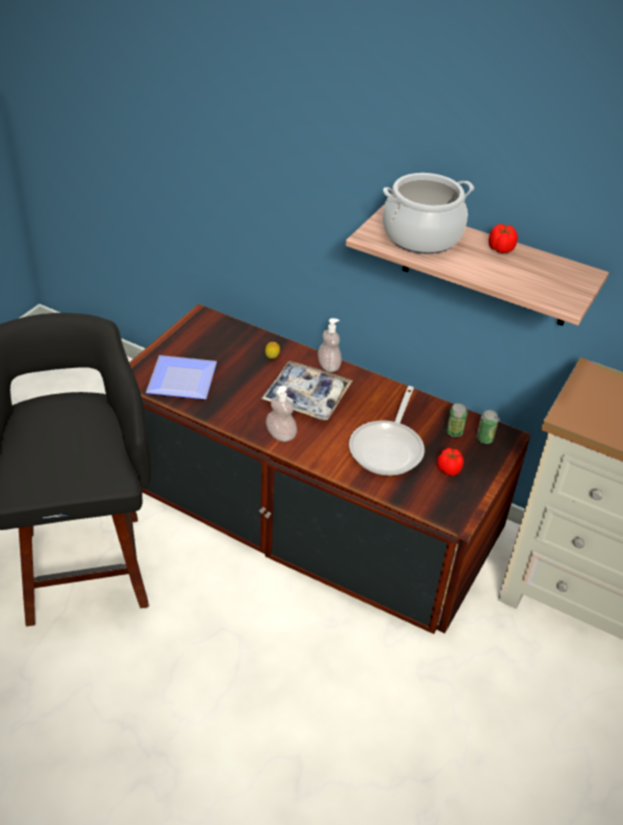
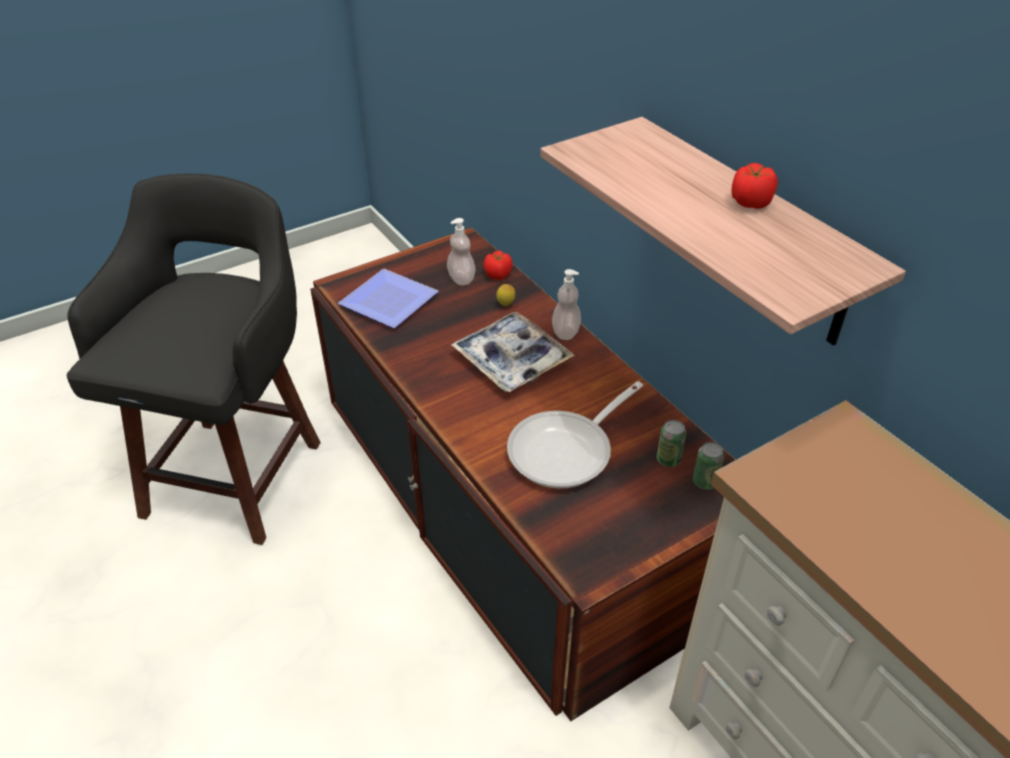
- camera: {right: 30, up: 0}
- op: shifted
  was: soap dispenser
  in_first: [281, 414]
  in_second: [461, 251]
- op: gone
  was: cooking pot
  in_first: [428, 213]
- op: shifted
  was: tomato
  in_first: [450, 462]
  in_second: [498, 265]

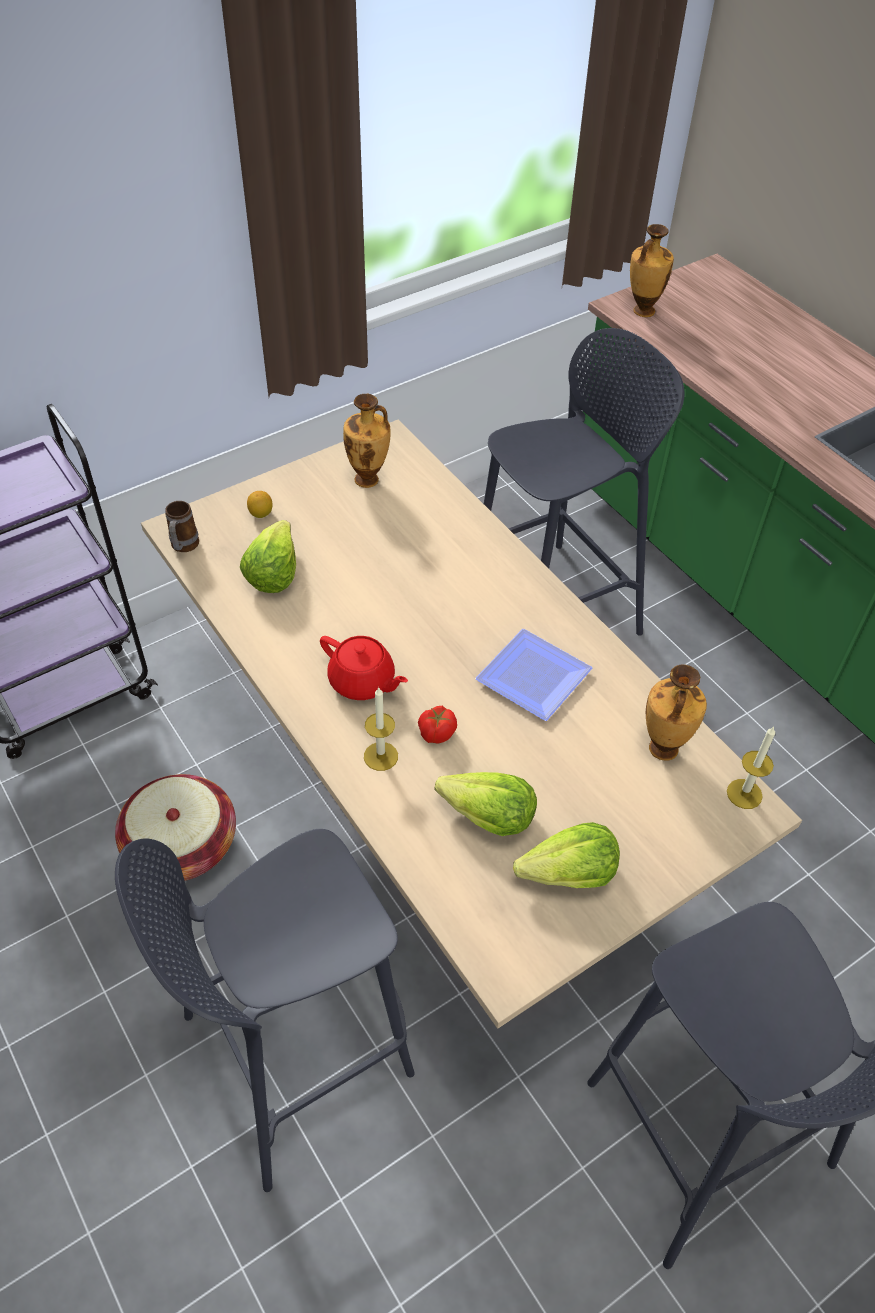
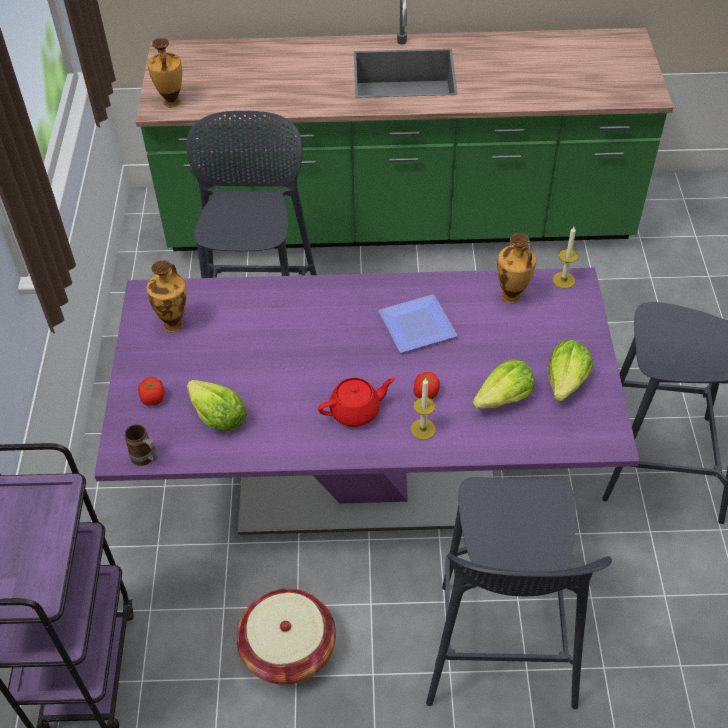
- camera: {right: -55, up: 0}
- op: repainted
  was: beige dining table
  now: purple dining table
  in_first: [471, 724]
  in_second: [366, 401]
- op: swapped
  was: lemon
  now: tomato
  in_first: [260, 504]
  in_second: [151, 391]

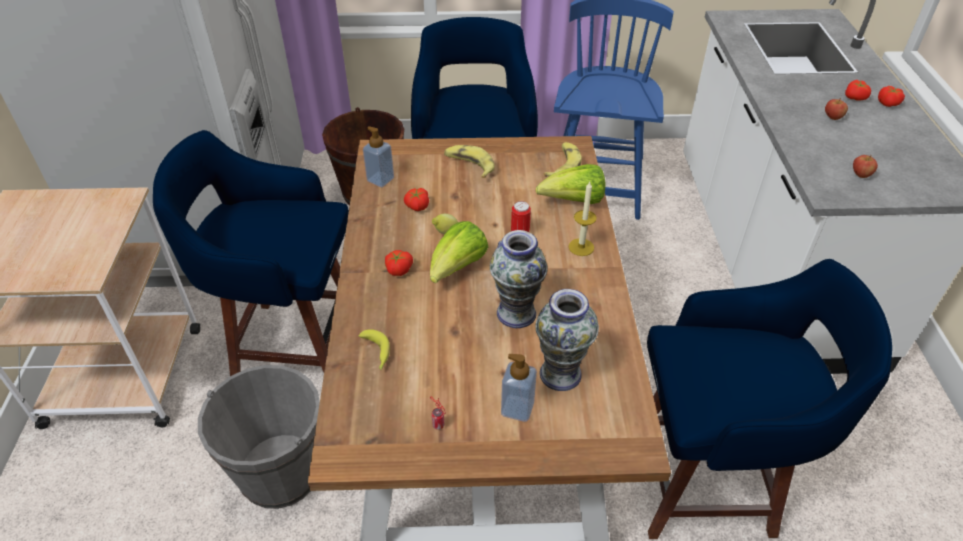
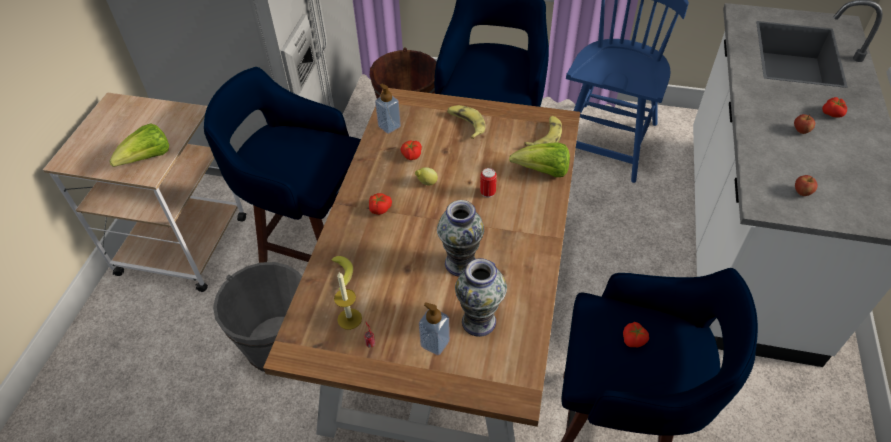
- camera: {right: 15, up: 5}
- op: shifted
  was: lettuce
  in_first: [459, 252]
  in_second: [139, 145]
- op: shifted
  was: candle
  in_first: [583, 219]
  in_second: [348, 301]
- op: shifted
  was: tomato
  in_first: [891, 96]
  in_second: [636, 334]

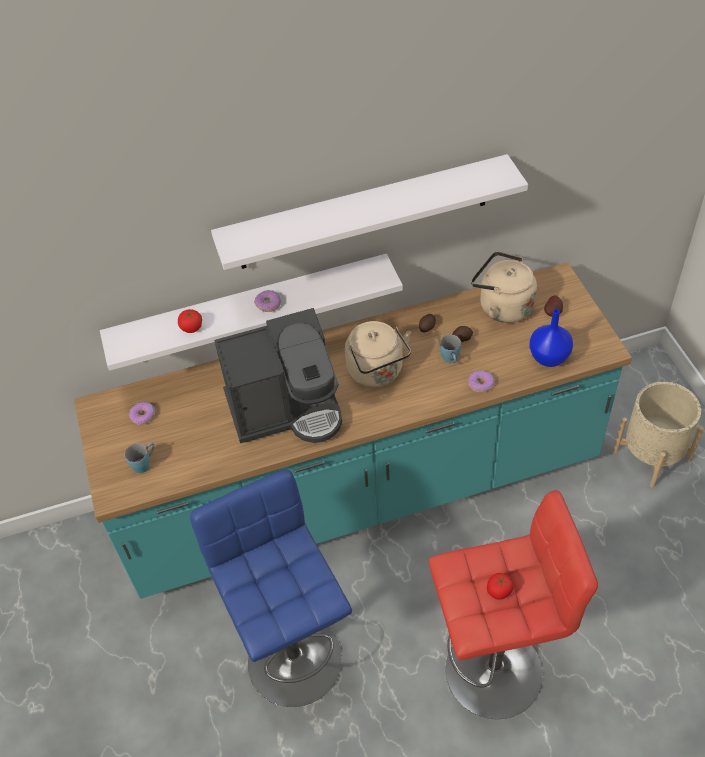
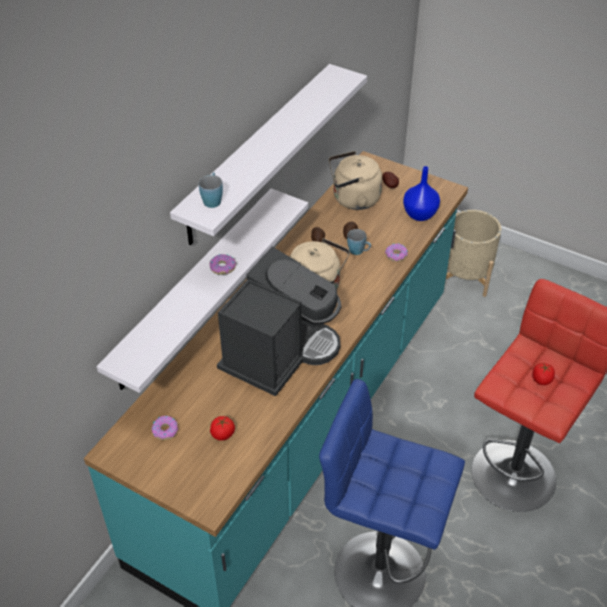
- camera: {right: -45, up: -5}
- op: shifted
  was: blue mug
  in_first: [140, 458]
  in_second: [211, 190]
- op: shifted
  was: tomato
  in_first: [190, 321]
  in_second: [222, 428]

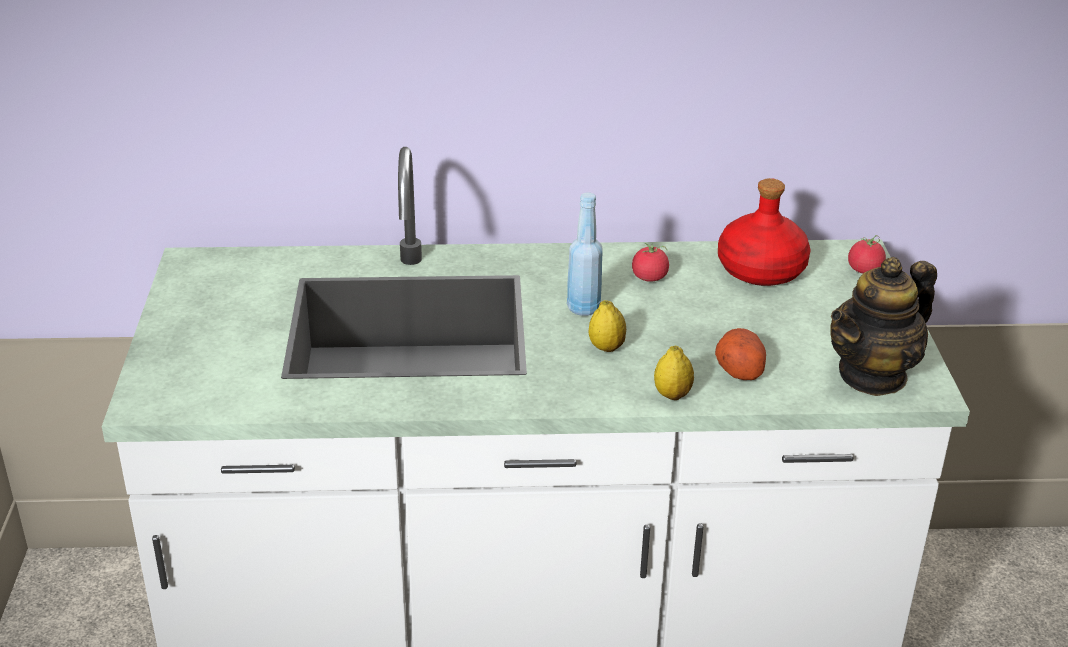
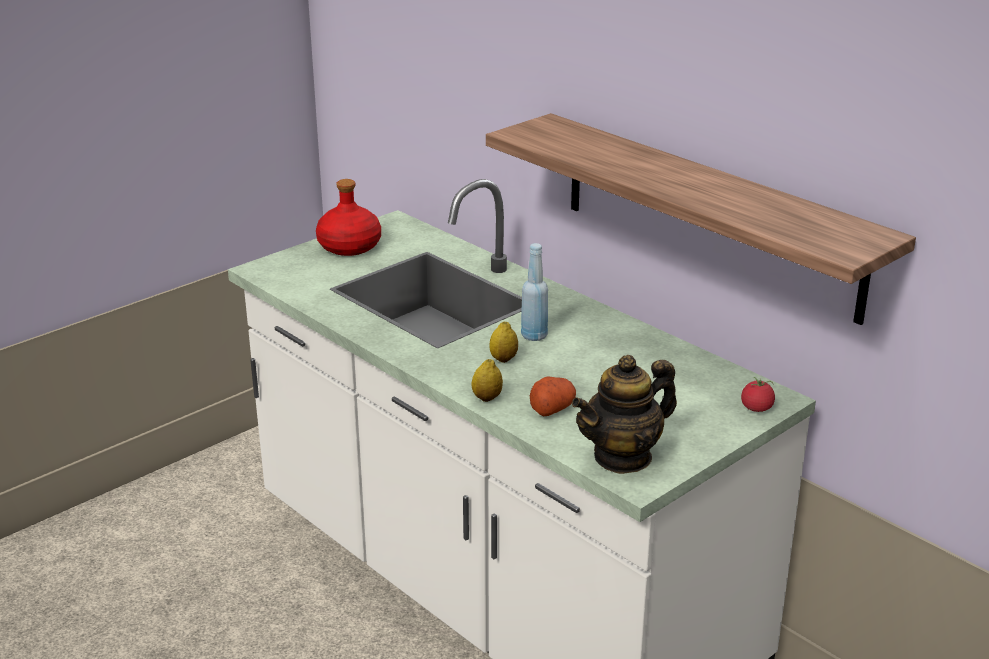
- camera: {right: 50, up: -5}
- op: gone
  was: tomato
  in_first: [650, 262]
- op: shifted
  was: red bottle
  in_first: [764, 232]
  in_second: [348, 217]
- op: rotated
  was: teapot
  in_first: [883, 326]
  in_second: [624, 414]
  clockwise: -45
- op: new
  now: shelf
  in_second: [701, 219]

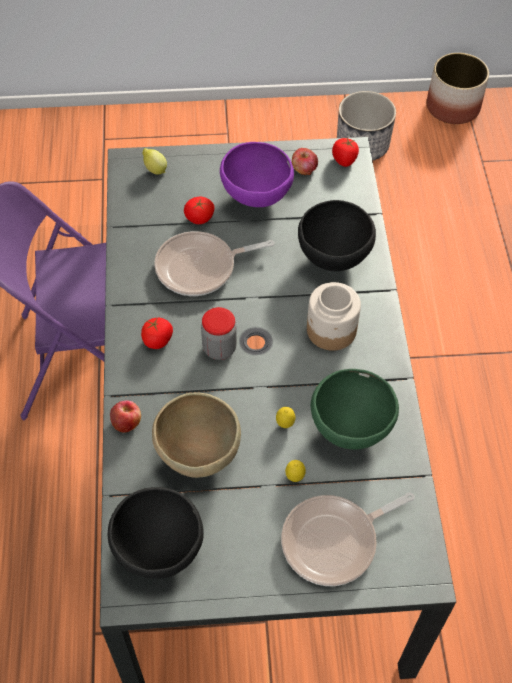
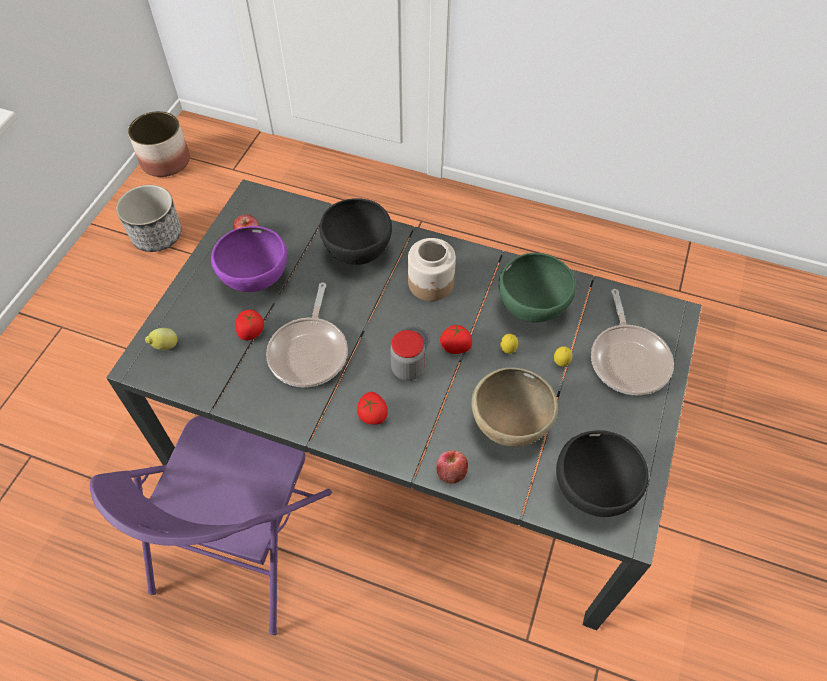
- camera: {right: -65, up: 0}
- op: shifted
  was: tomato
  in_first: [345, 152]
  in_second: [456, 338]

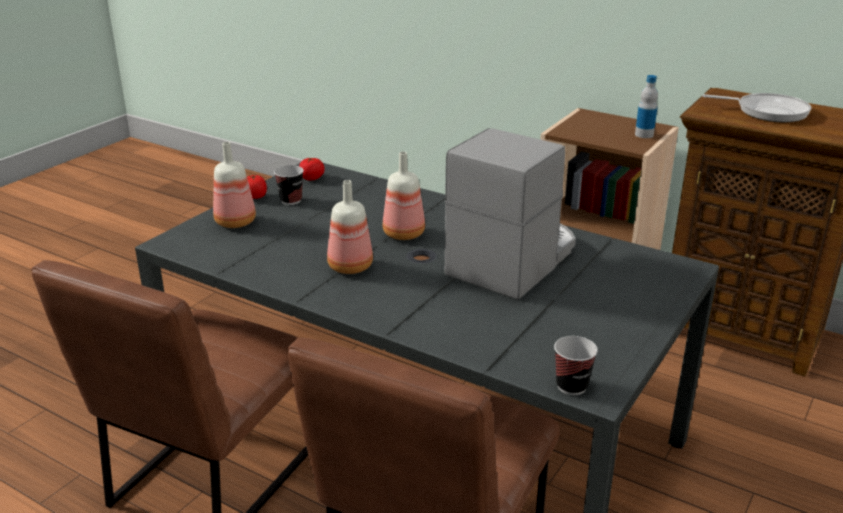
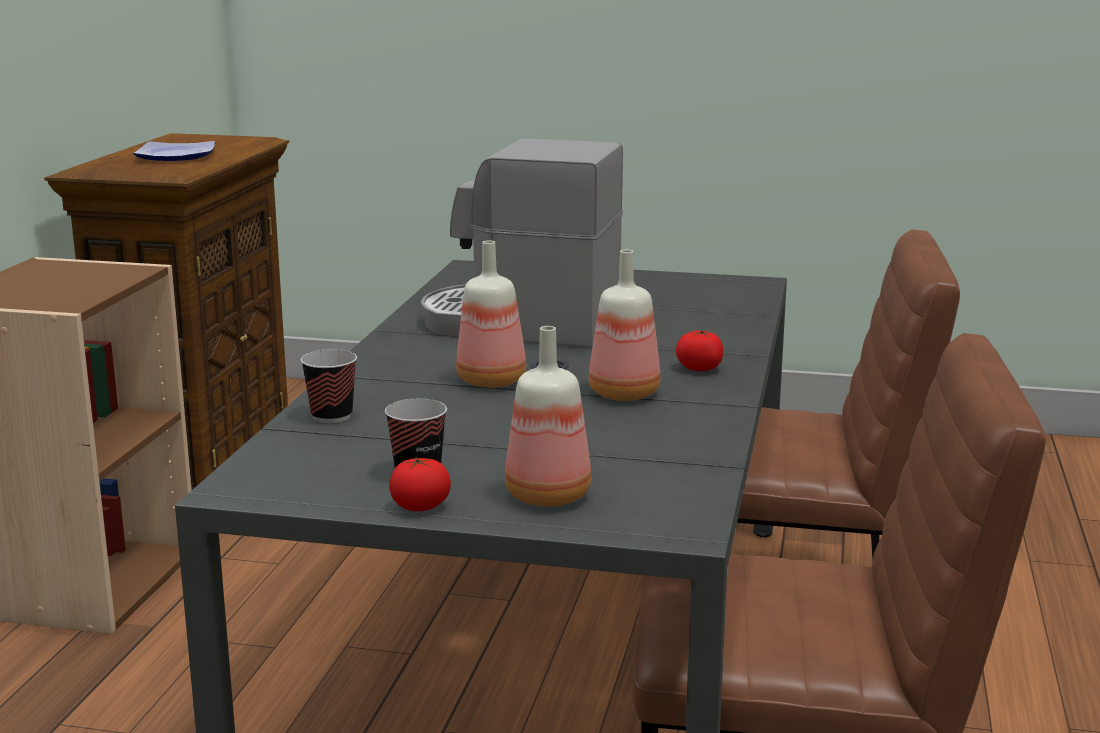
- camera: {right: -110, up: -10}
- op: shifted
  was: tomato
  in_first: [312, 169]
  in_second: [699, 350]
- op: shifted
  was: cup
  in_first: [576, 365]
  in_second: [329, 386]
- op: gone
  was: bottle
  in_first: [646, 106]
- op: swapped
  was: frying pan
  now: plate
  in_first: [756, 107]
  in_second: [174, 151]

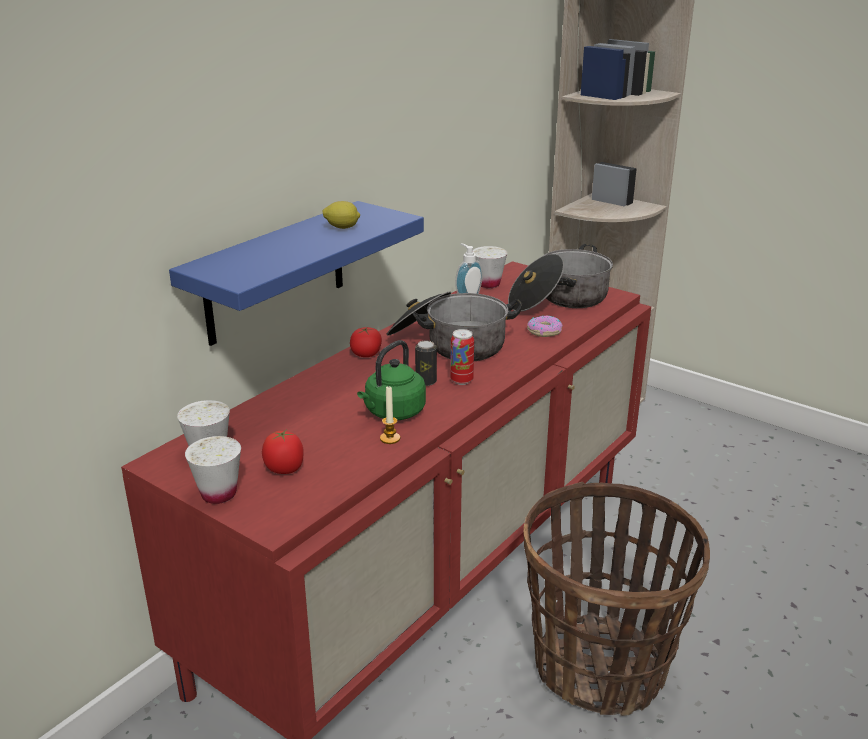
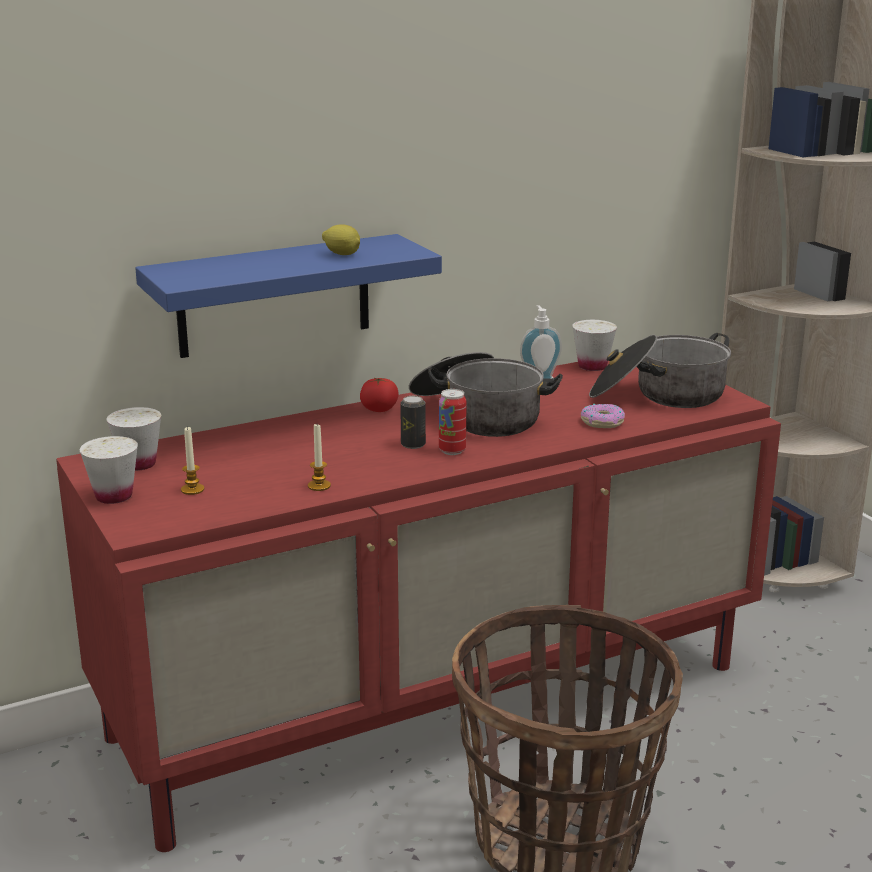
- camera: {right: 25, up: -5}
- op: swapped
  was: tomato
  now: candle
  in_first: [282, 451]
  in_second: [192, 460]
- op: gone
  was: green kettle
  in_first: [391, 380]

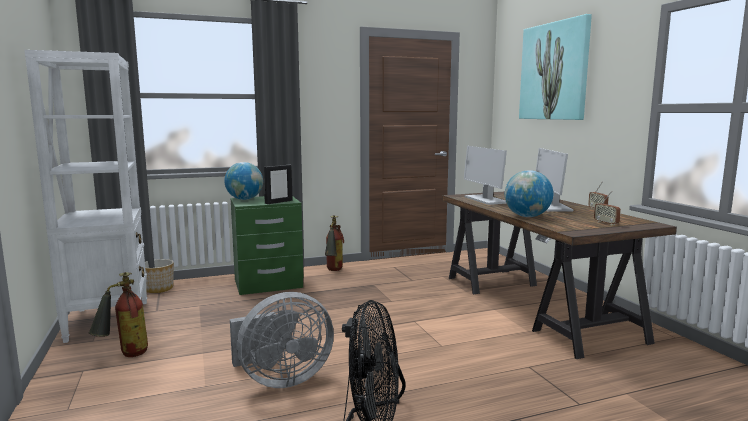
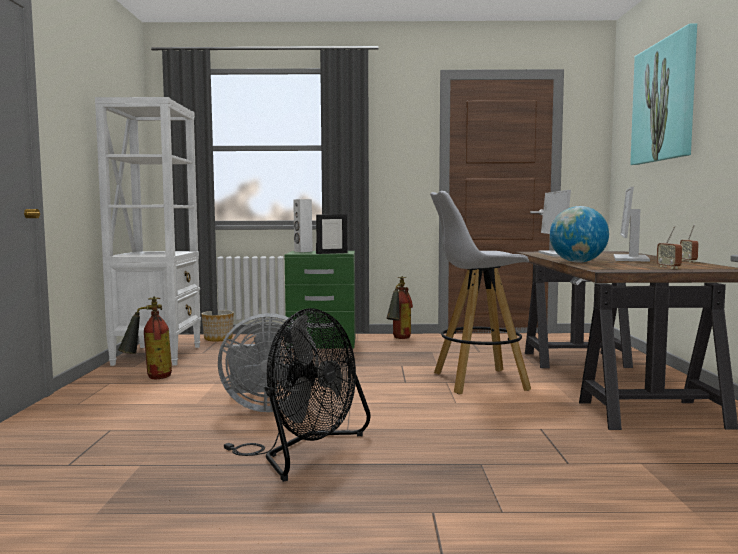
- camera: {right: 20, up: -5}
- op: swapped
  was: globe
  now: white speaker
  in_first: [243, 181]
  in_second: [303, 225]
- op: new
  now: white stool
  in_second: [480, 292]

